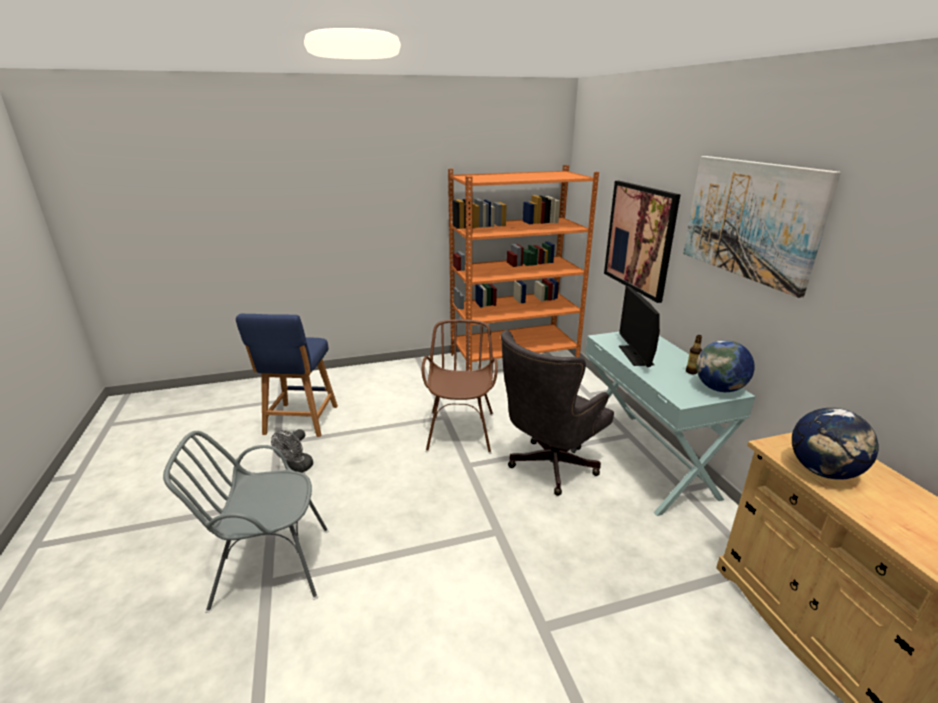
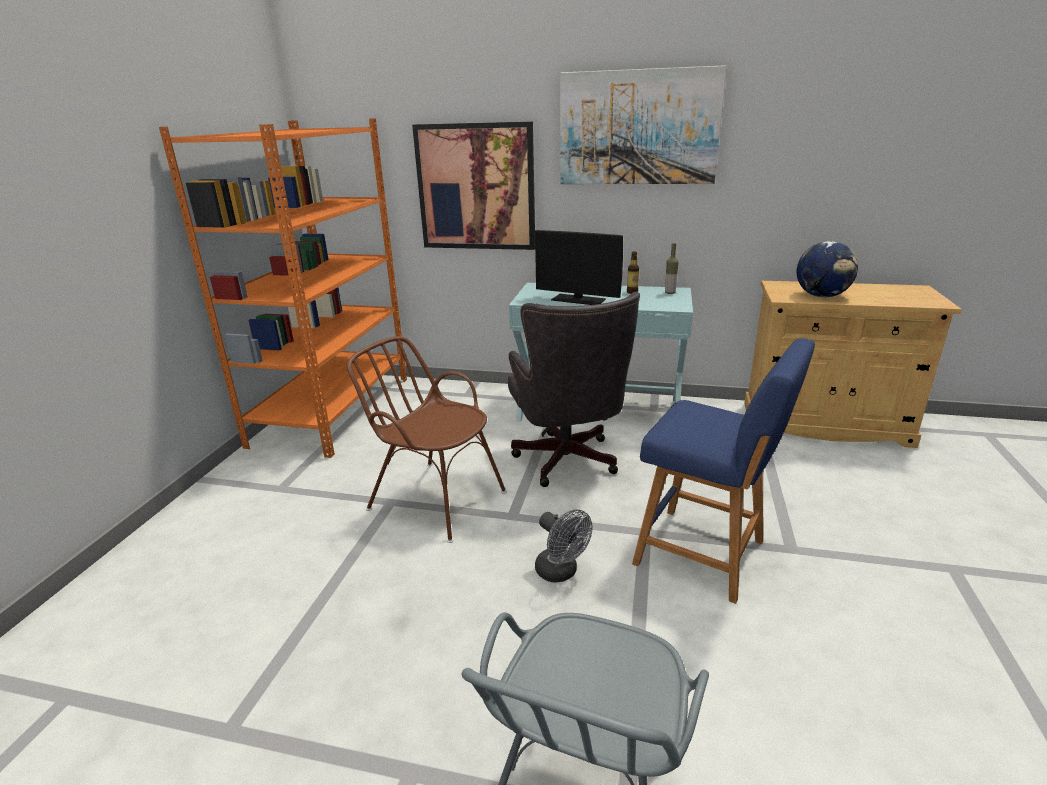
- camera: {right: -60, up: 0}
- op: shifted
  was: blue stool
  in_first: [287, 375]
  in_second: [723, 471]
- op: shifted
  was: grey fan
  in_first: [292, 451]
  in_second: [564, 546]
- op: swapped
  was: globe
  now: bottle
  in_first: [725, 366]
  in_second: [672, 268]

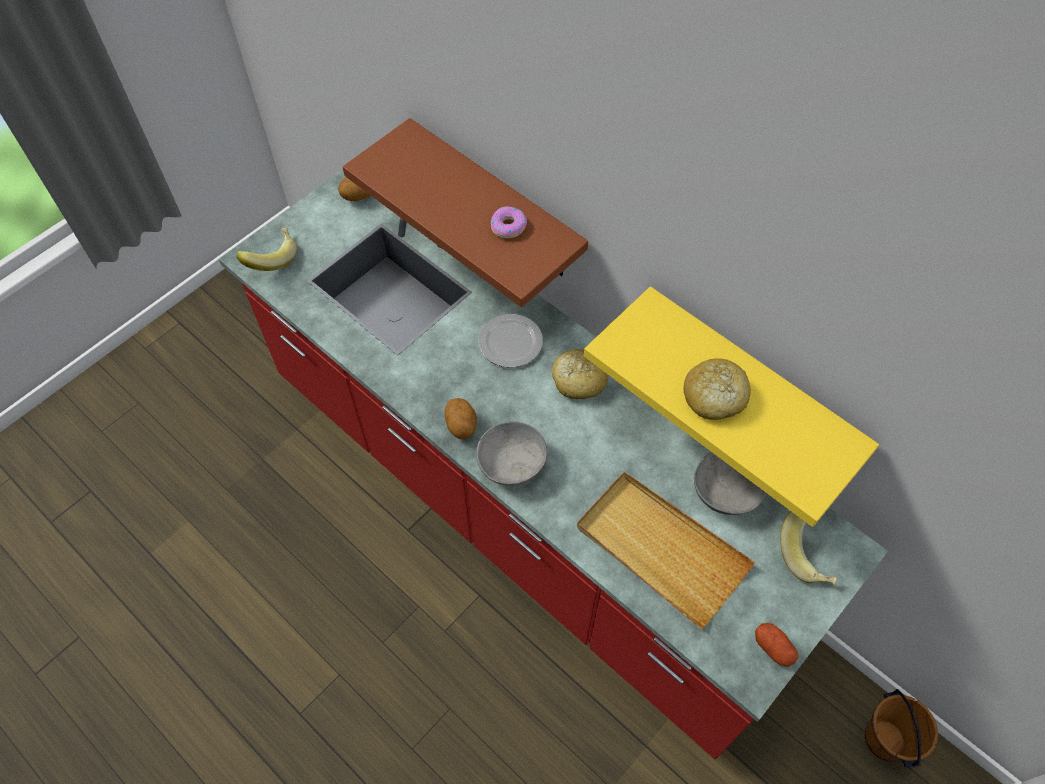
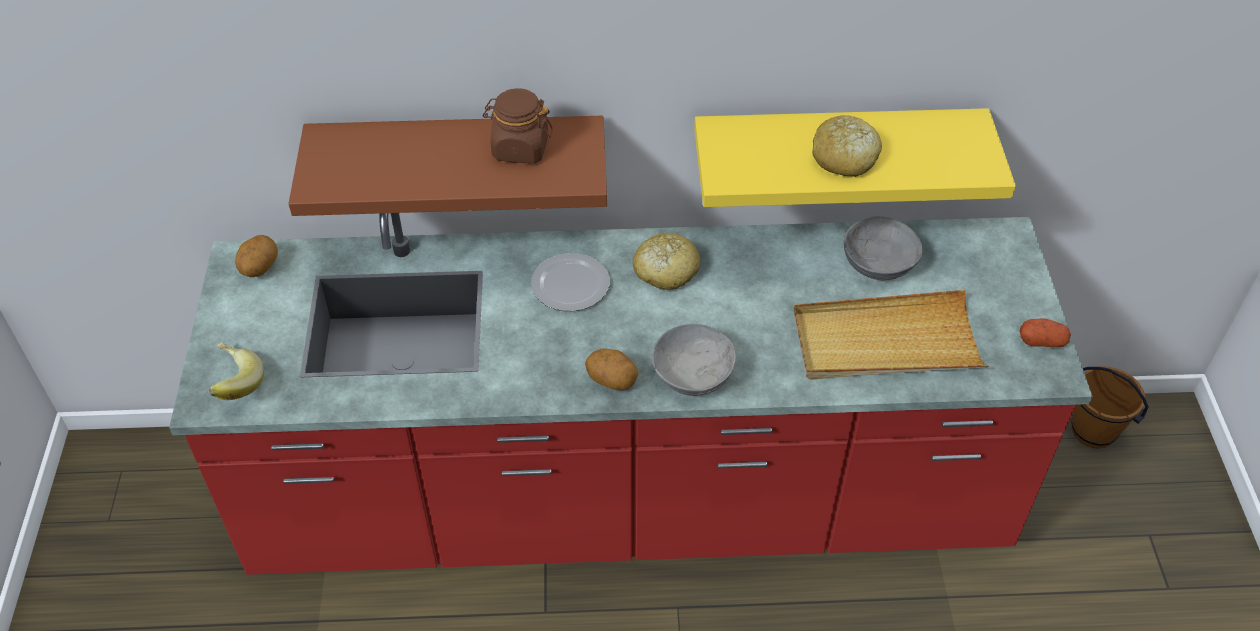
- camera: {right: -45, up: -10}
- op: swapped
  was: donut
  now: brown jar
  in_first: [509, 222]
  in_second: [517, 125]
- op: gone
  was: banana
  in_first: [808, 548]

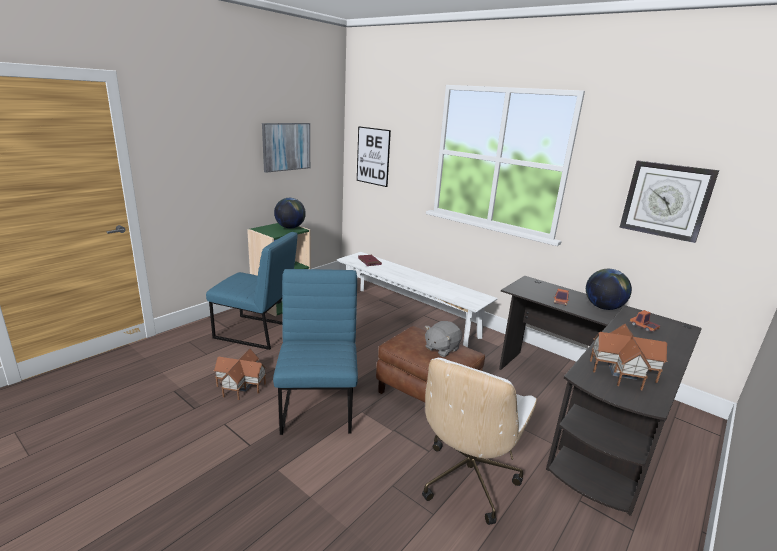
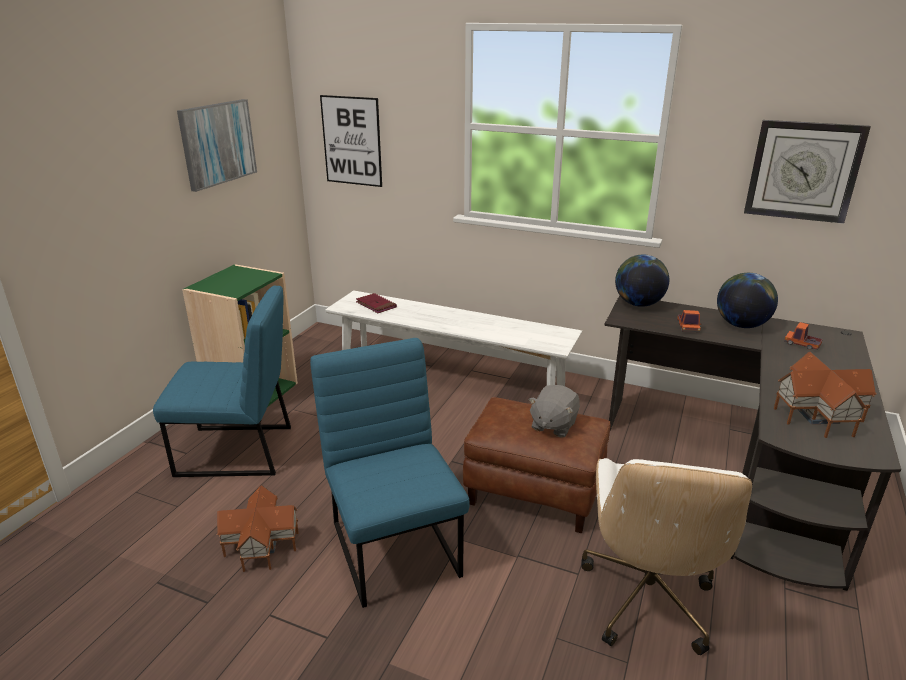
- camera: {right: -15, up: 5}
- op: shifted
  was: globe
  in_first: [290, 213]
  in_second: [642, 280]

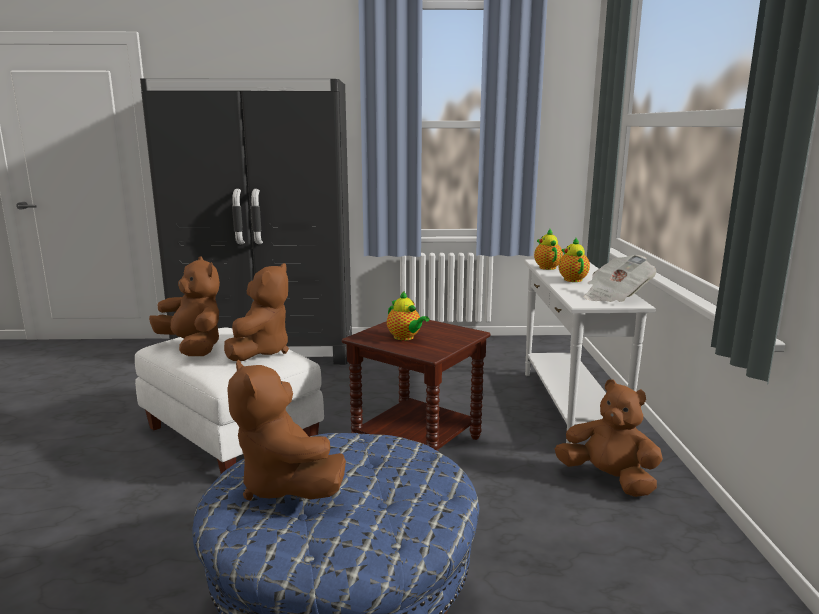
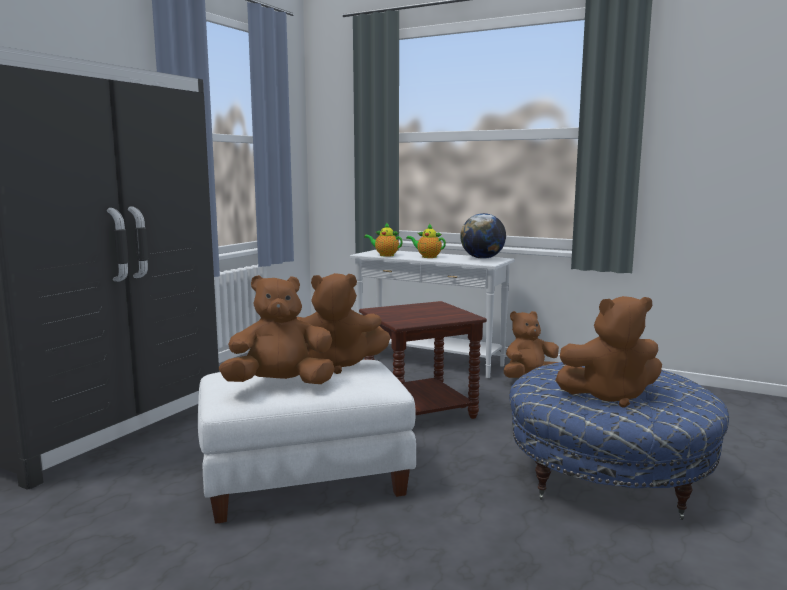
- camera: {right: -60, up: -5}
- op: rotated
  was: brown plush toy
  in_first: [256, 312]
  in_second: [343, 323]
  clockwise: 135
- op: gone
  was: teapot
  in_first: [408, 316]
- op: swapped
  was: newspaper
  now: globe
  in_first: [620, 278]
  in_second: [483, 236]

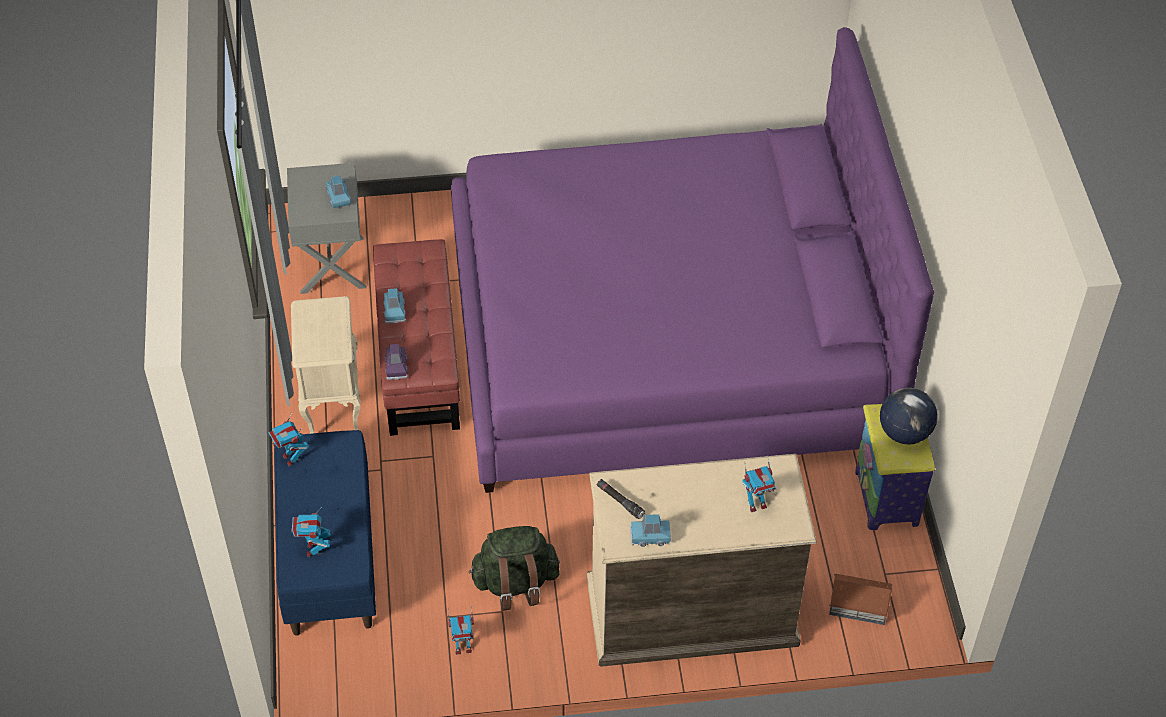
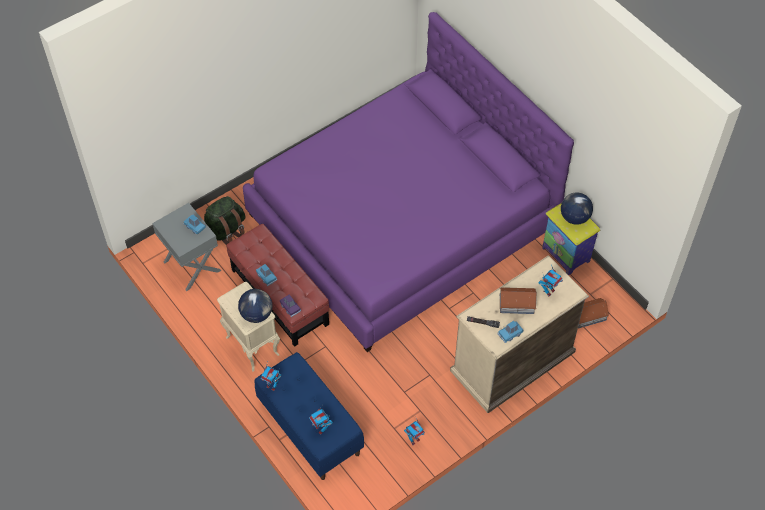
- camera: {right: -30, up: 5}
- op: shifted
  was: green backpack
  in_first: [514, 568]
  in_second: [225, 220]
- op: new
  now: globe
  in_second: [255, 306]
- op: new
  now: toy house
  in_second: [518, 300]

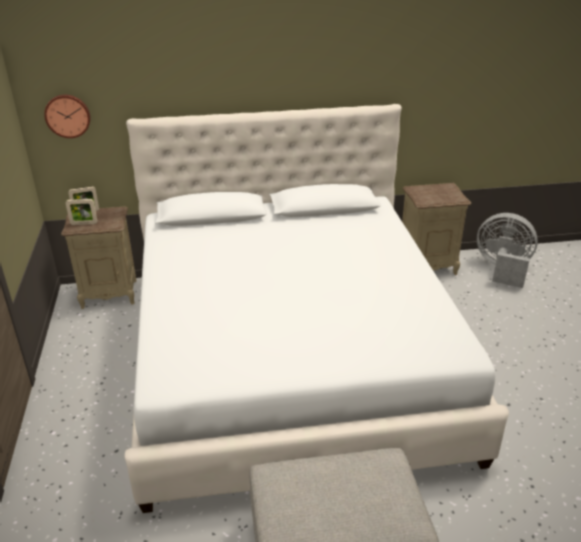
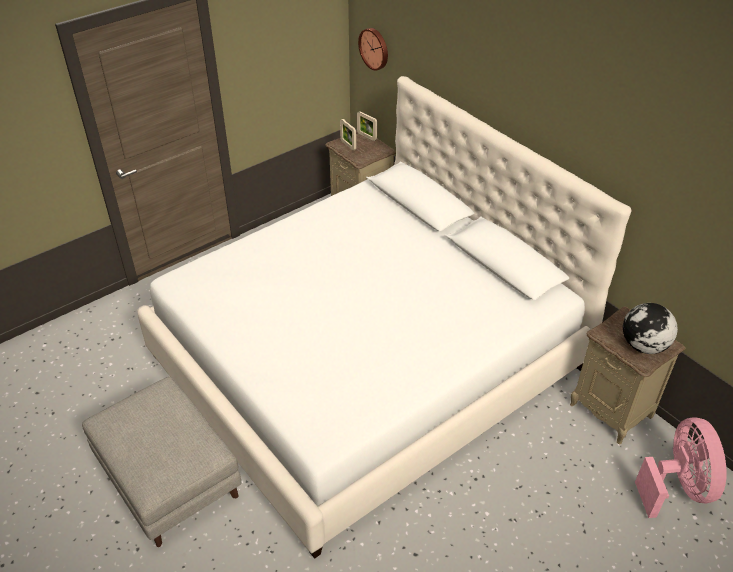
- camera: {right: 60, up: 10}
- op: repainted
  was: grey fan
  now: pink fan
  in_first: [507, 250]
  in_second: [681, 467]
- op: new
  now: globe
  in_second: [650, 328]

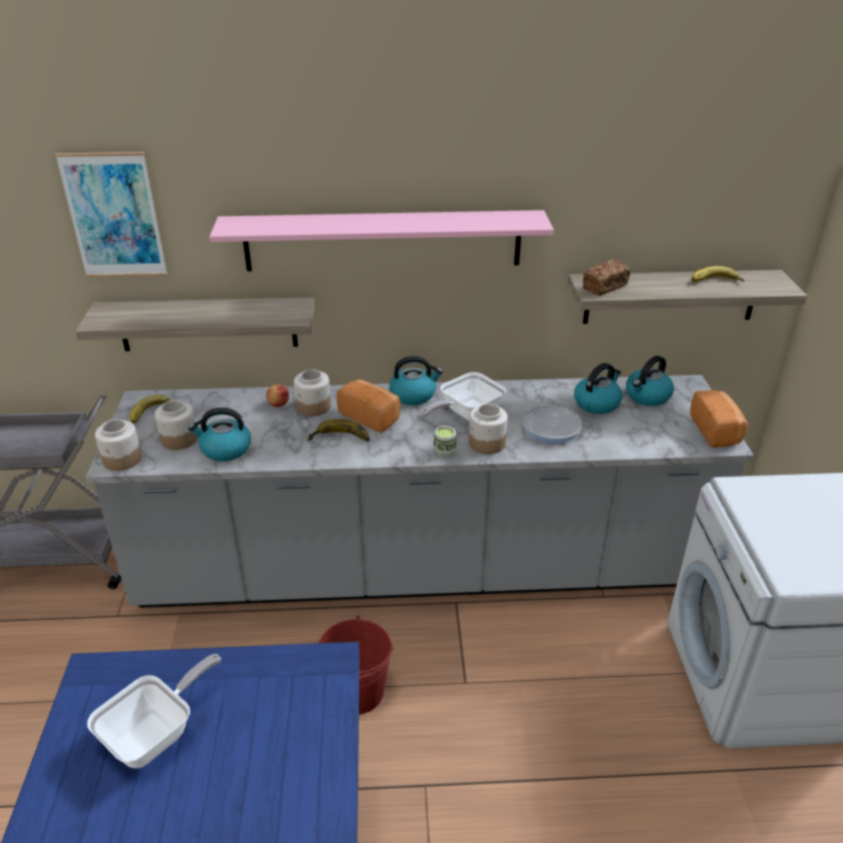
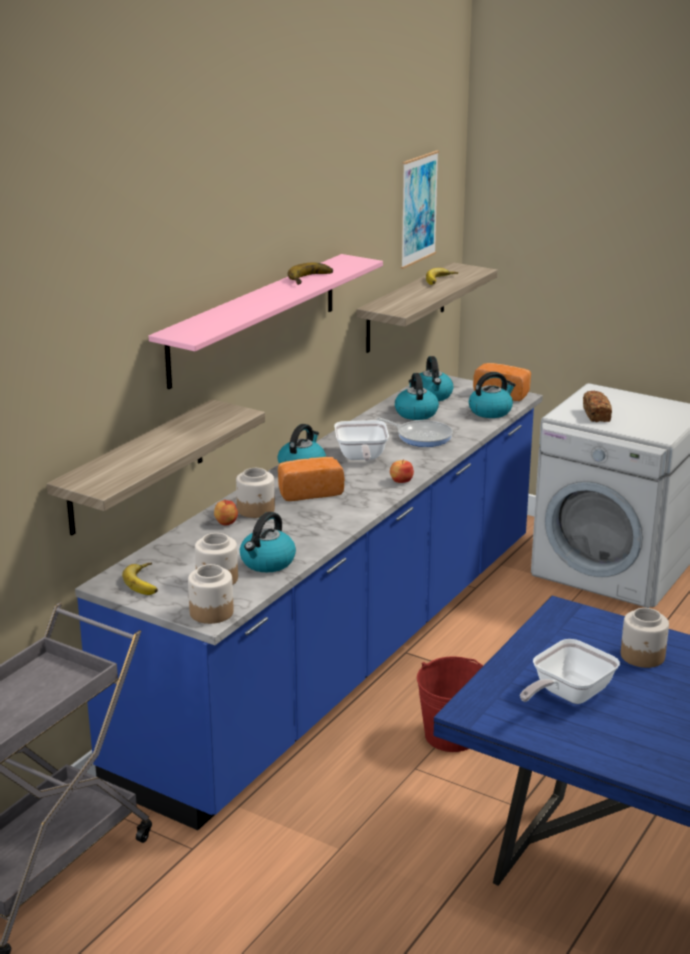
- camera: {right: -55, up: -10}
- op: shifted
  was: picture
  in_first: [111, 214]
  in_second: [420, 209]
- op: repainted
  was: grey counter
  now: blue counter
  in_first: [420, 491]
  in_second: [309, 602]
- op: rotated
  was: frying pan
  in_first: [154, 711]
  in_second: [570, 671]
  clockwise: -120
- op: shifted
  was: banana
  in_first: [339, 430]
  in_second: [310, 274]
- op: swapped
  was: cup
  now: apple
  in_first: [445, 441]
  in_second: [402, 471]
- op: shifted
  was: jar
  in_first: [488, 429]
  in_second: [645, 638]
- op: shifted
  was: bread
  in_first: [606, 277]
  in_second: [597, 406]
- op: new
  now: kettle
  in_second: [492, 395]

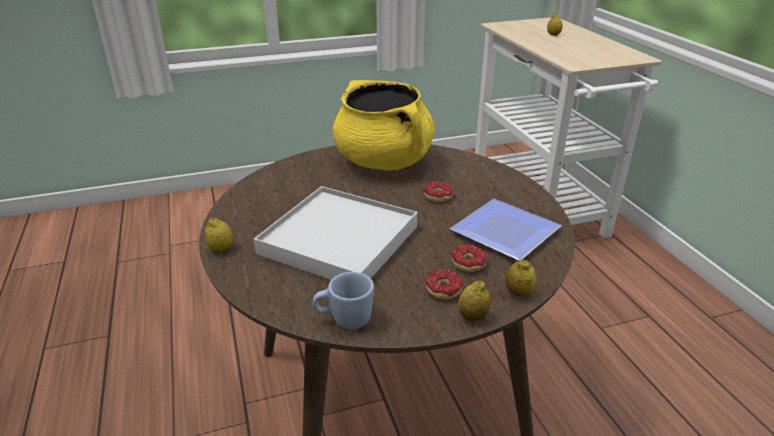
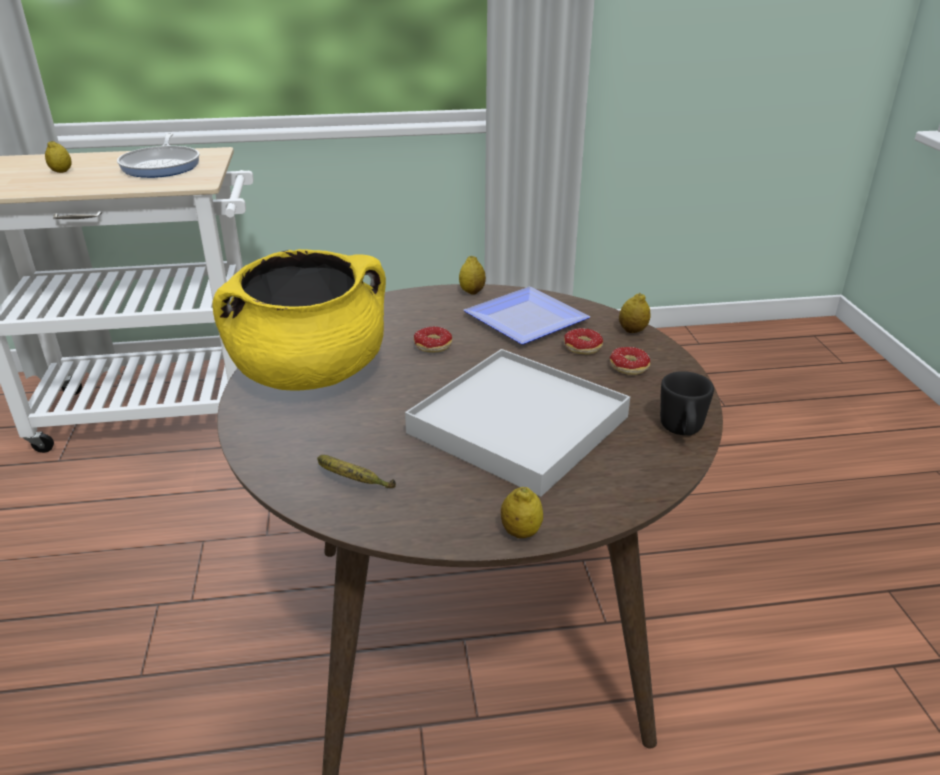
- camera: {right: -80, up: 0}
- op: repainted
  was: blue mug
  now: black mug
  in_first: [343, 300]
  in_second: [687, 403]
- op: shifted
  was: lemon
  in_first: [474, 301]
  in_second: [472, 275]
- op: new
  now: frying pan
  in_second: [158, 155]
- op: new
  now: banana
  in_second: [356, 471]

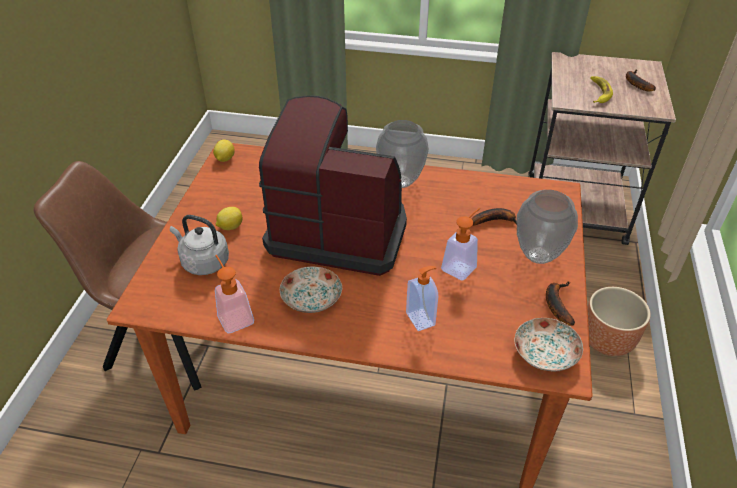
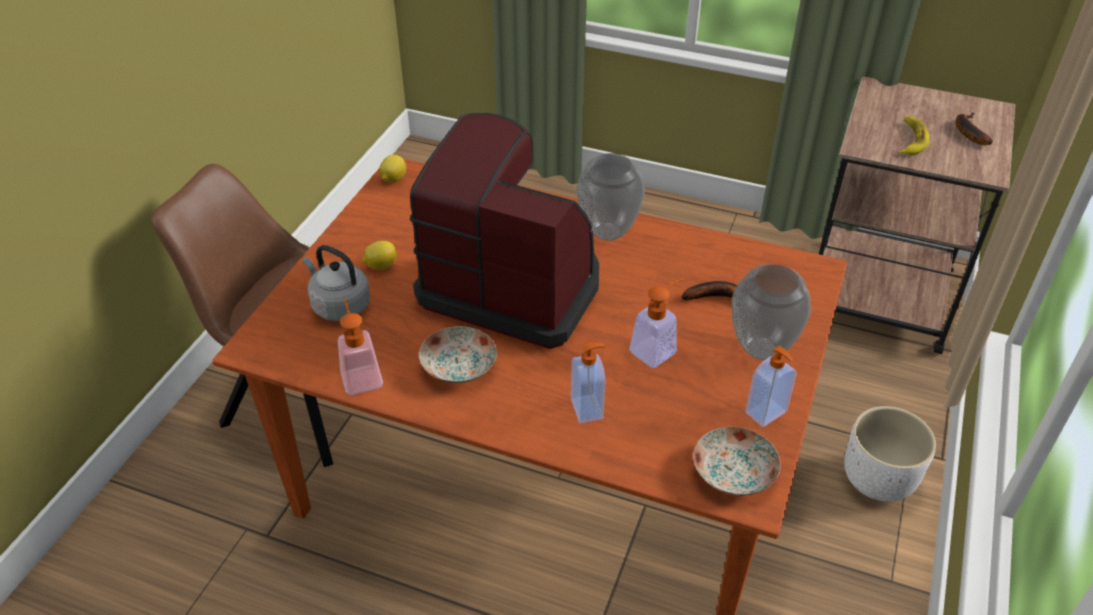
- camera: {right: 10, up: 0}
- op: swapped
  was: banana
  now: soap dispenser
  in_first: [560, 303]
  in_second: [770, 386]
- op: repainted
  was: brown planter
  now: white planter
  in_first: [619, 321]
  in_second: [890, 454]

